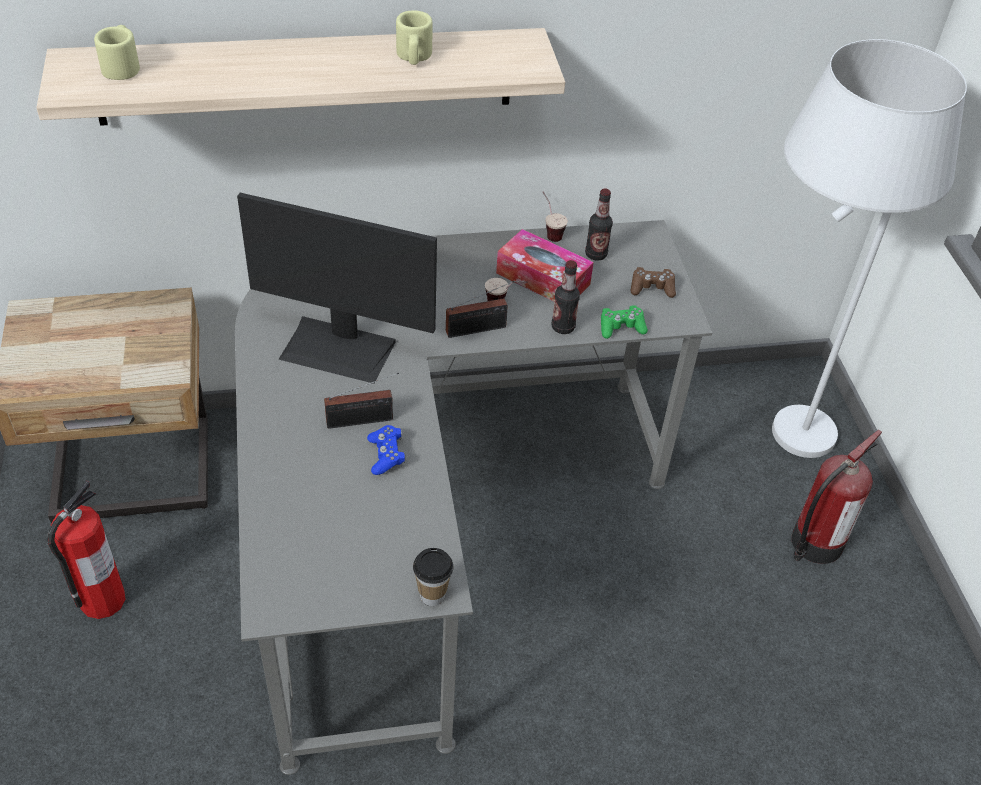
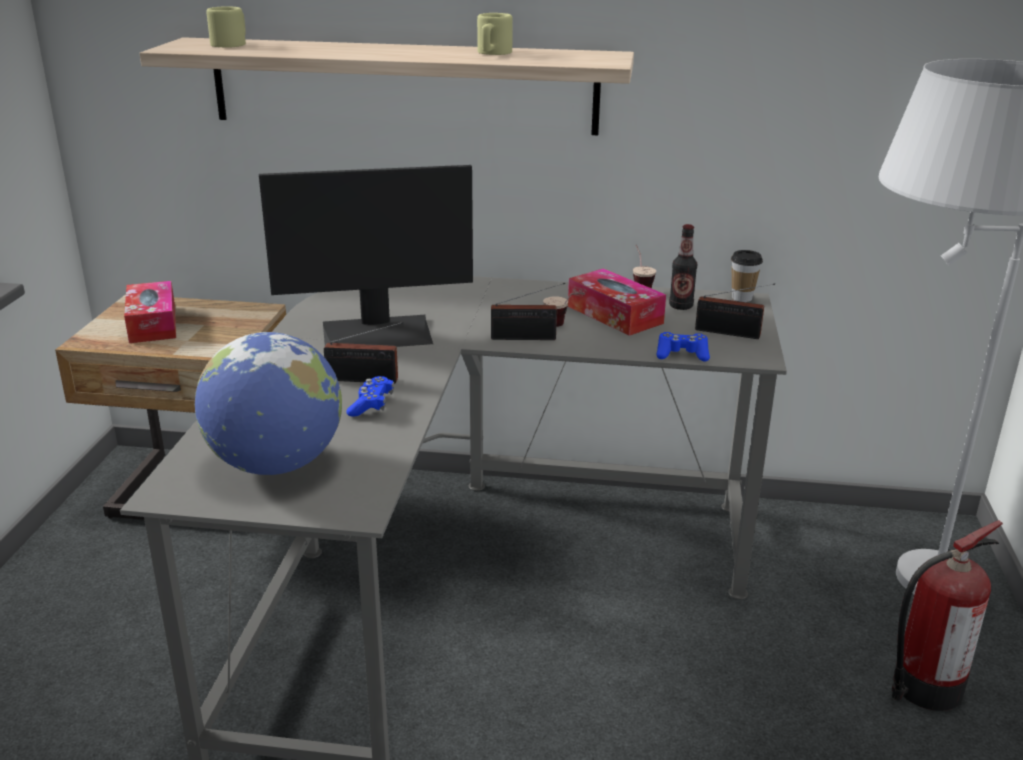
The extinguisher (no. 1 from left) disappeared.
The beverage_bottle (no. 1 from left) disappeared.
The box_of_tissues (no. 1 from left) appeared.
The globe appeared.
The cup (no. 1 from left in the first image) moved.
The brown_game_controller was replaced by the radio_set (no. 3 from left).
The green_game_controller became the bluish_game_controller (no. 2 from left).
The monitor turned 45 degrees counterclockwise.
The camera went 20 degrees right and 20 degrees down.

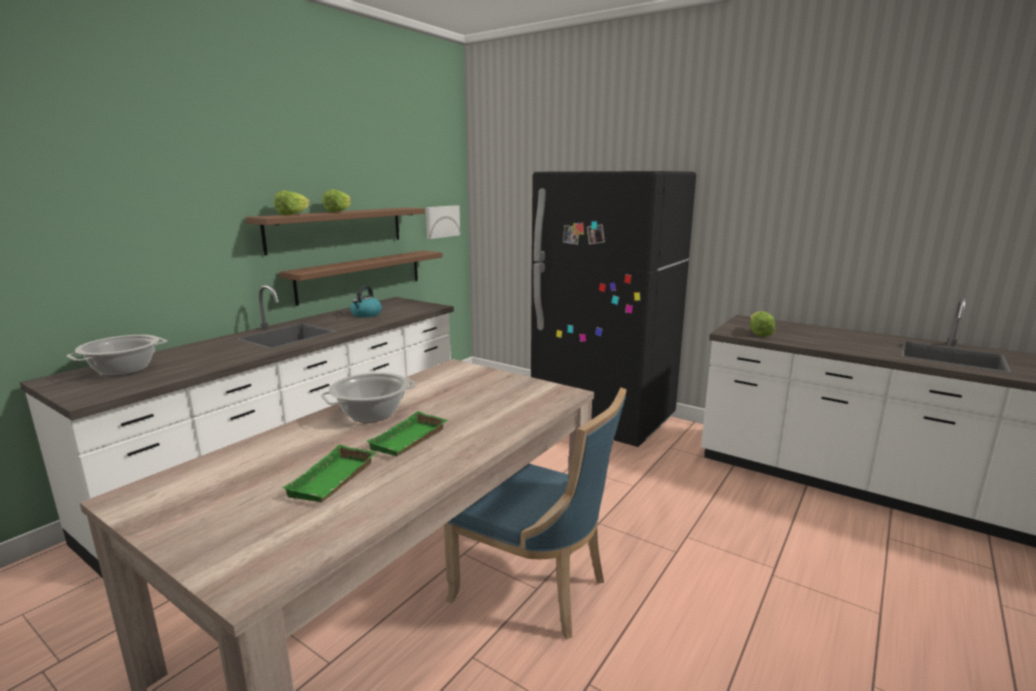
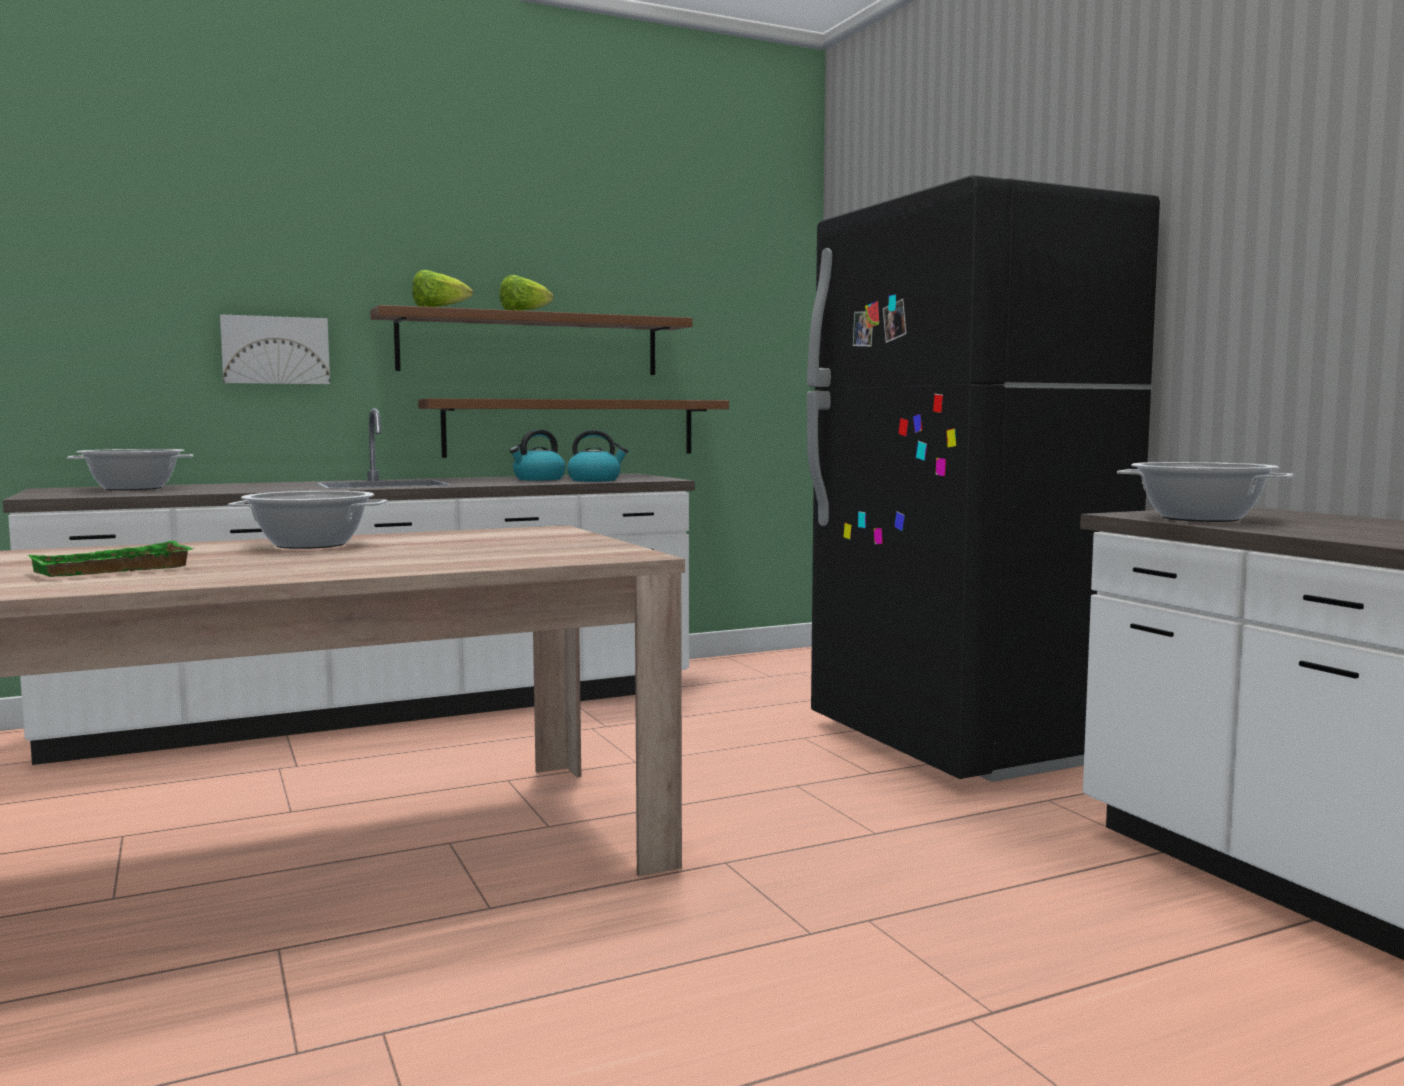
The green_tray (no. 2 from left) disappeared.
The bluish_plain_chair disappeared.
The tea_kettle (no. 2 from left) appeared.
The picture moved.
The lettuce_head (no. 3 from left) was replaced by the cooking_pot (no. 3 from left).
The camera went 30 degrees right and 10 degrees down.

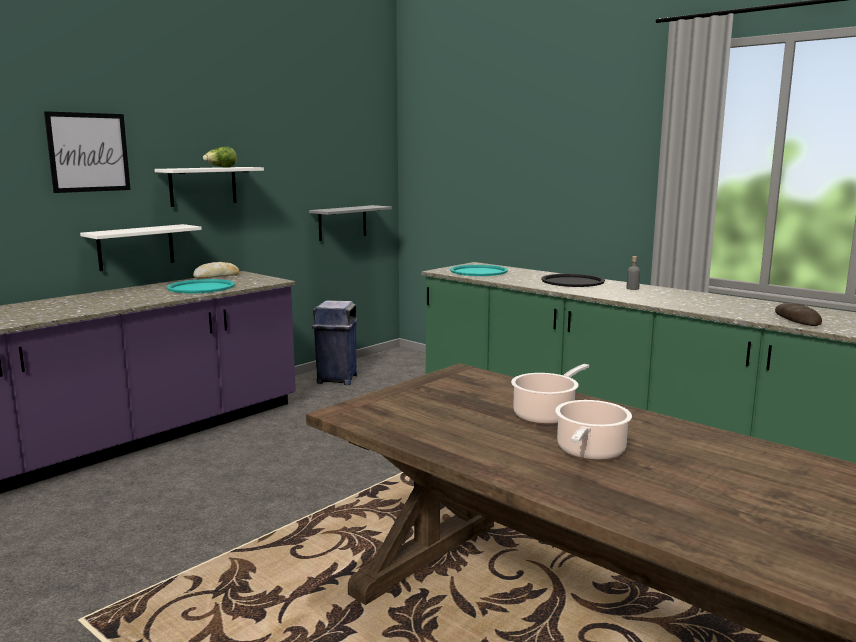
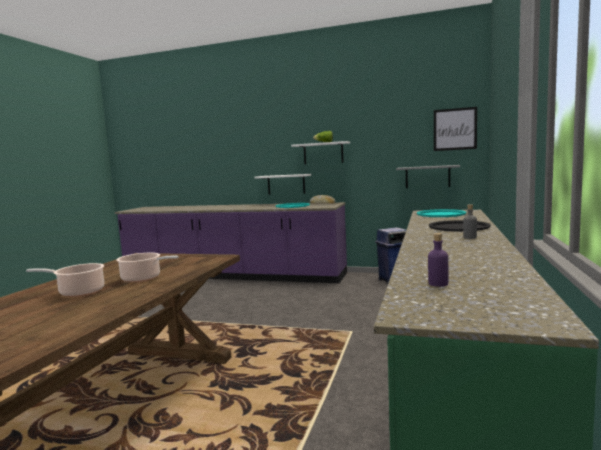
The picture moved.
The baked_bread (no. 2 from left) was replaced by the purple-coloured_beverage_bottle.
The camera went 65 degrees right and 5 degrees down.

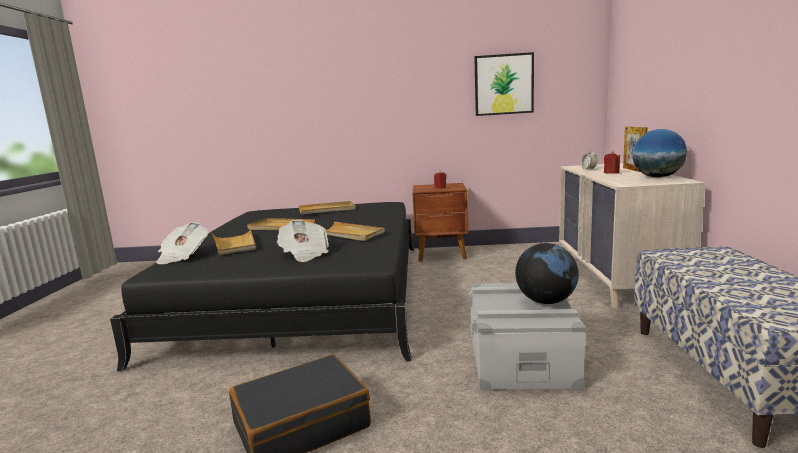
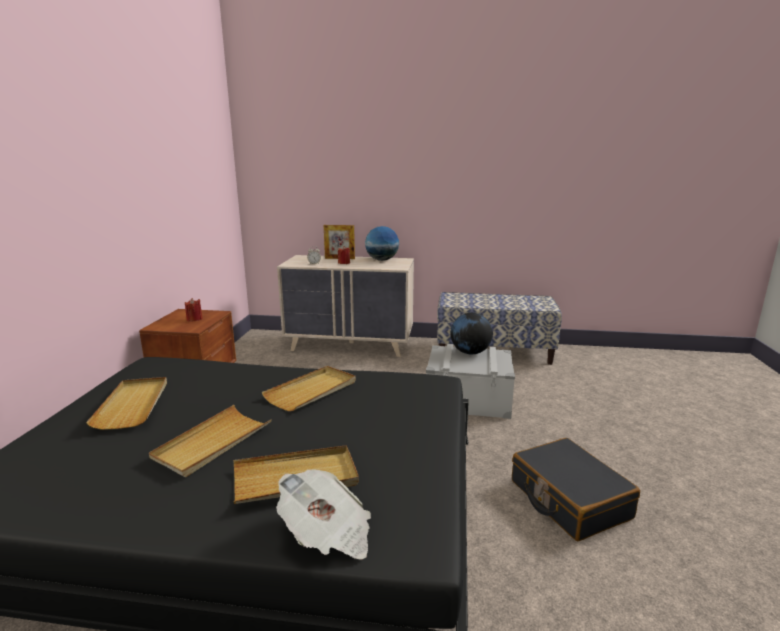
The daily_paper (no. 2 from left) disappeared.
The picture disappeared.
The camera went 85 degrees left and 5 degrees up.

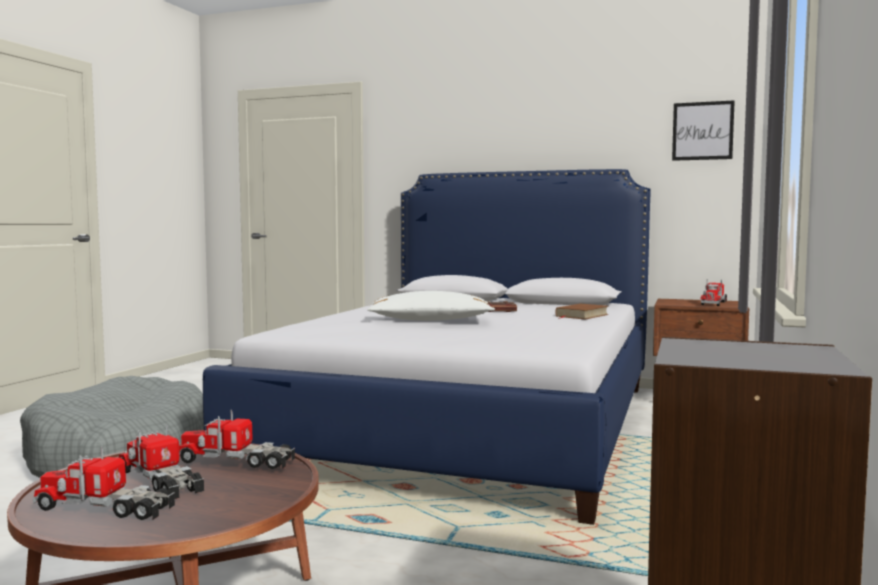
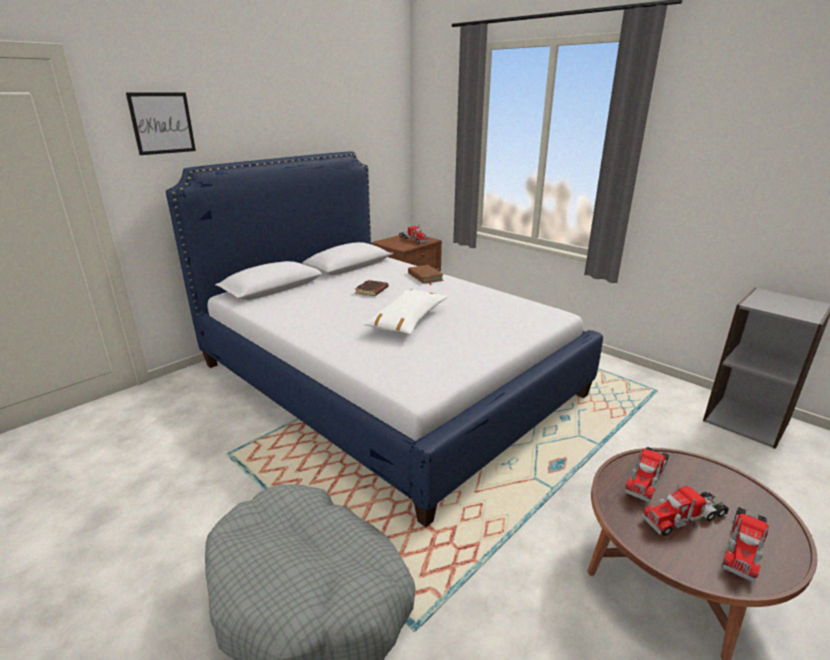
The picture moved.
The camera went 65 degrees left and 20 degrees up.

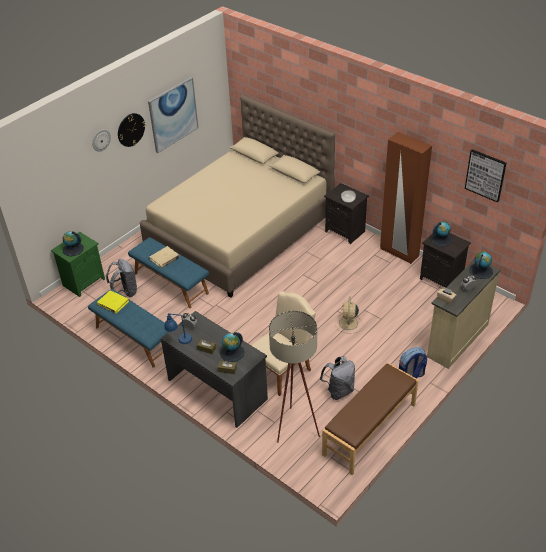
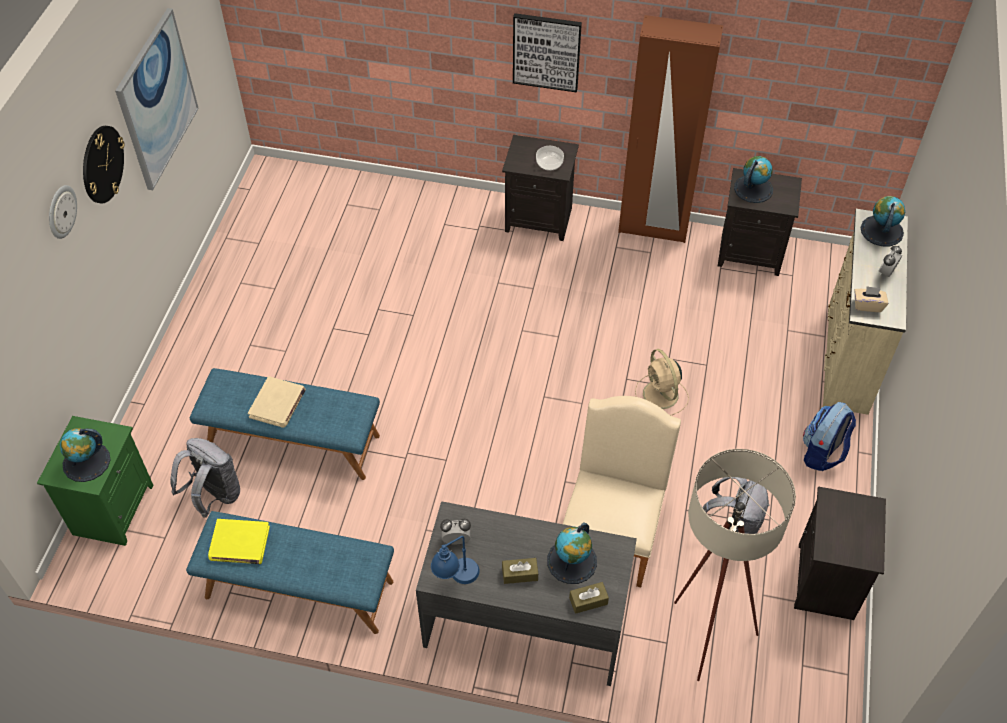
The beige_bedroom_bed disappeared.
The picture (no. 2 from left) moved.
The brown_bench was replaced by the black-coloured_night_table (no. 3 from left).
The camera went 30 degrees left and 10 degrees up.

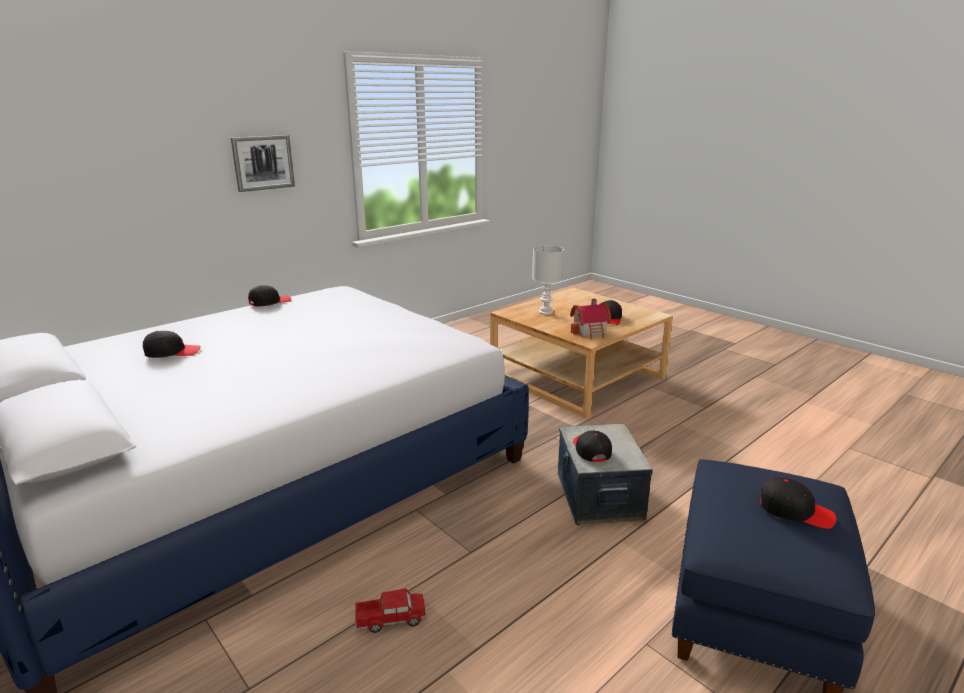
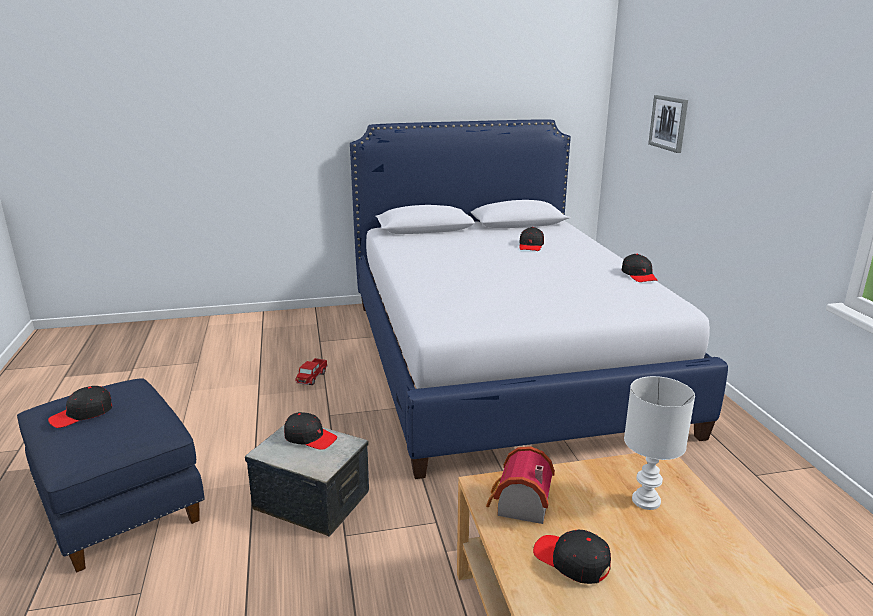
The picture moved.
The camera went 120 degrees right and 0 degrees up.

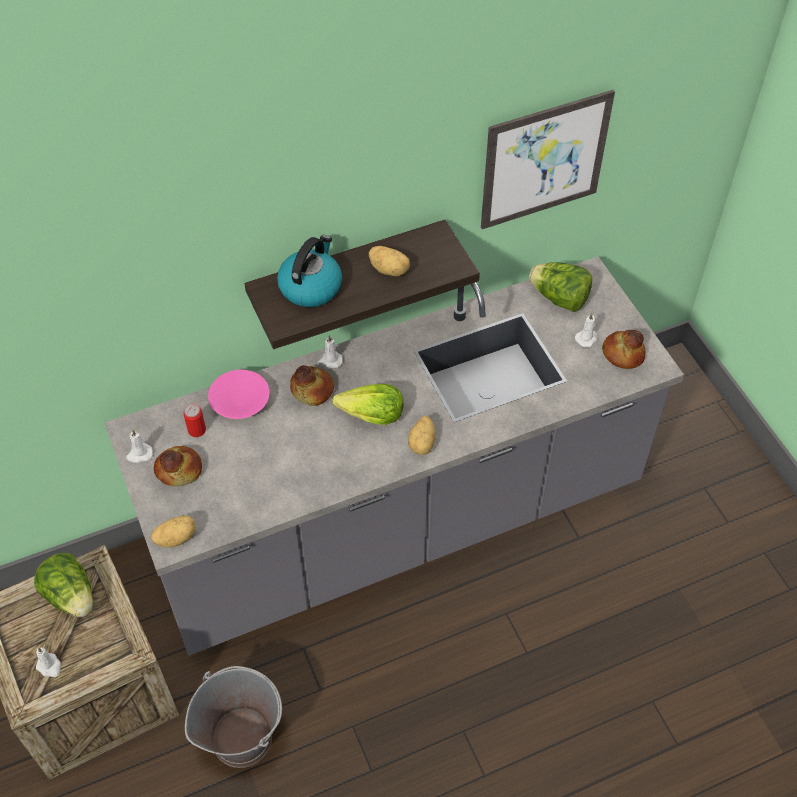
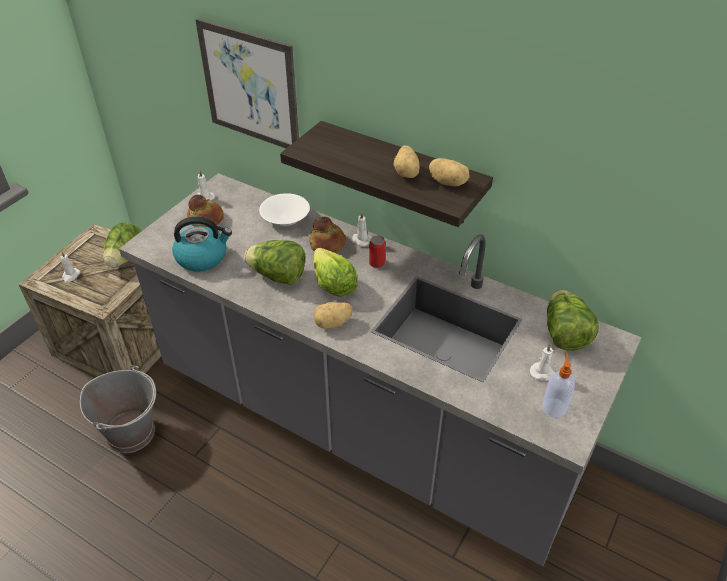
The lettuce_head (no. 2 from left) appeared.
The spud (no. 1 from left in the first image) moved.
The metal_can moved.
The tea_kettle moved.
The picture moved.
The baked_bread (no. 3 from left) was replaced by the soap_bottle.
The pinkish_deep_dish became the whitish_deep_dish.
The camera went 55 degrees right and 10 degrees down.

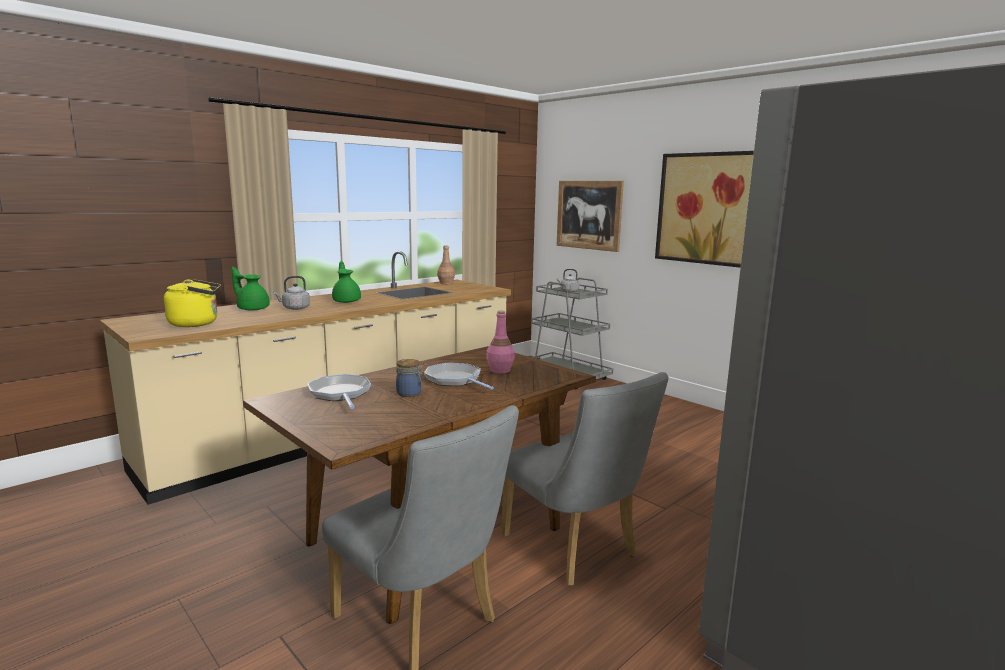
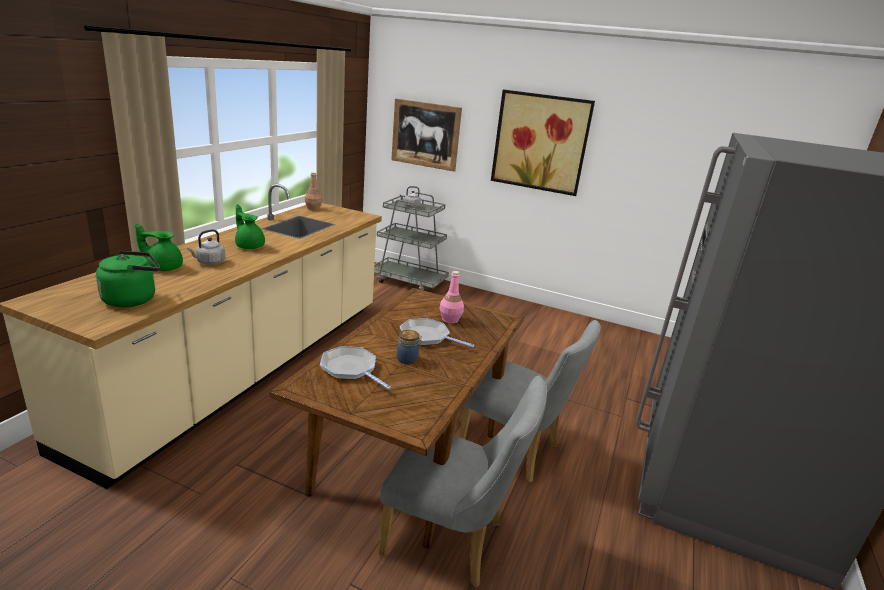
The yellow-coloured_tea_kettle became the green_tea_kettle.
The camera went 25 degrees left and 10 degrees up.

